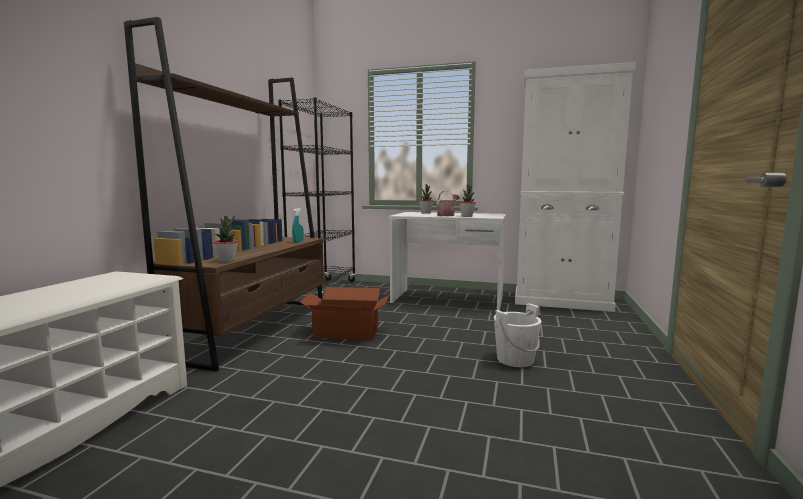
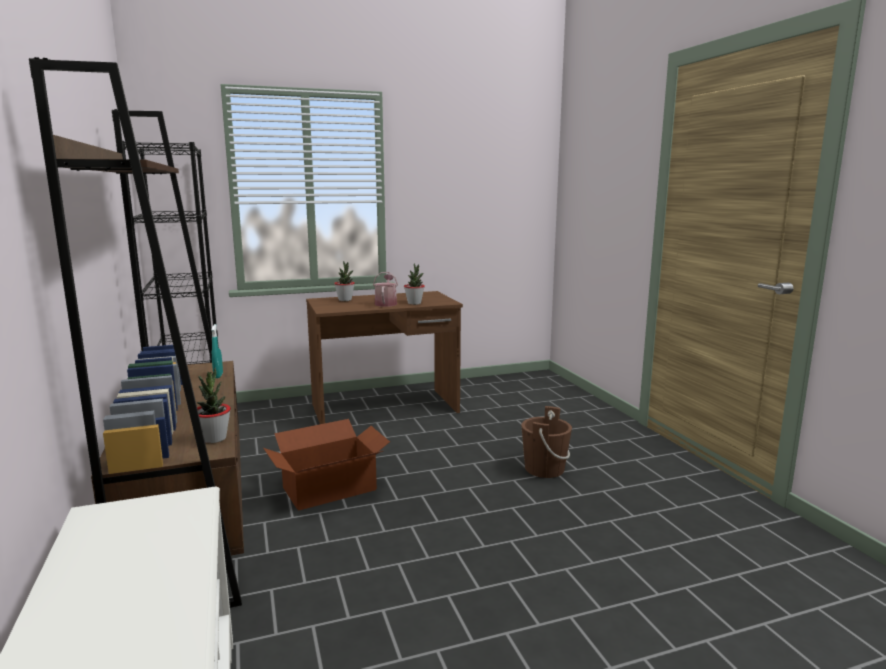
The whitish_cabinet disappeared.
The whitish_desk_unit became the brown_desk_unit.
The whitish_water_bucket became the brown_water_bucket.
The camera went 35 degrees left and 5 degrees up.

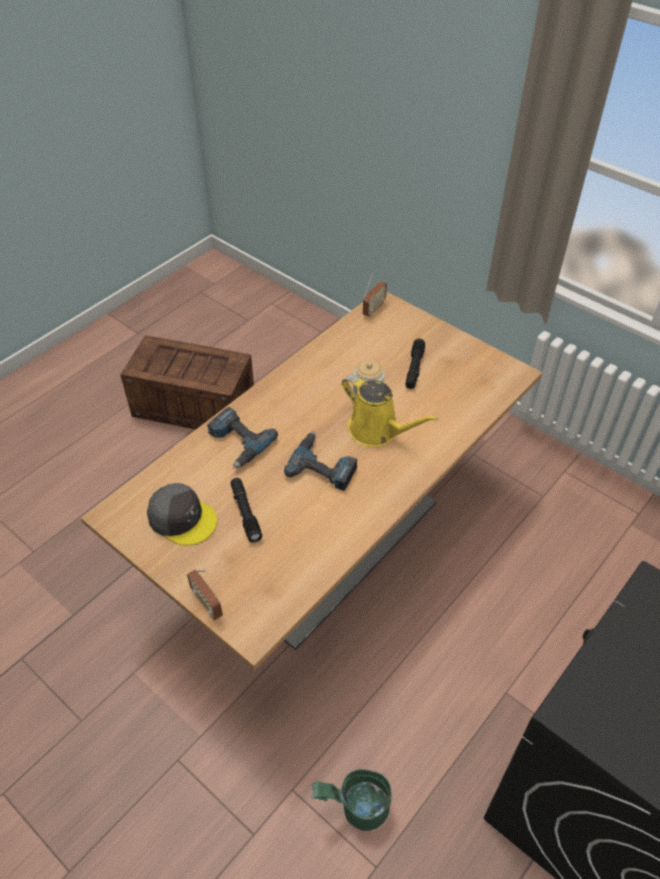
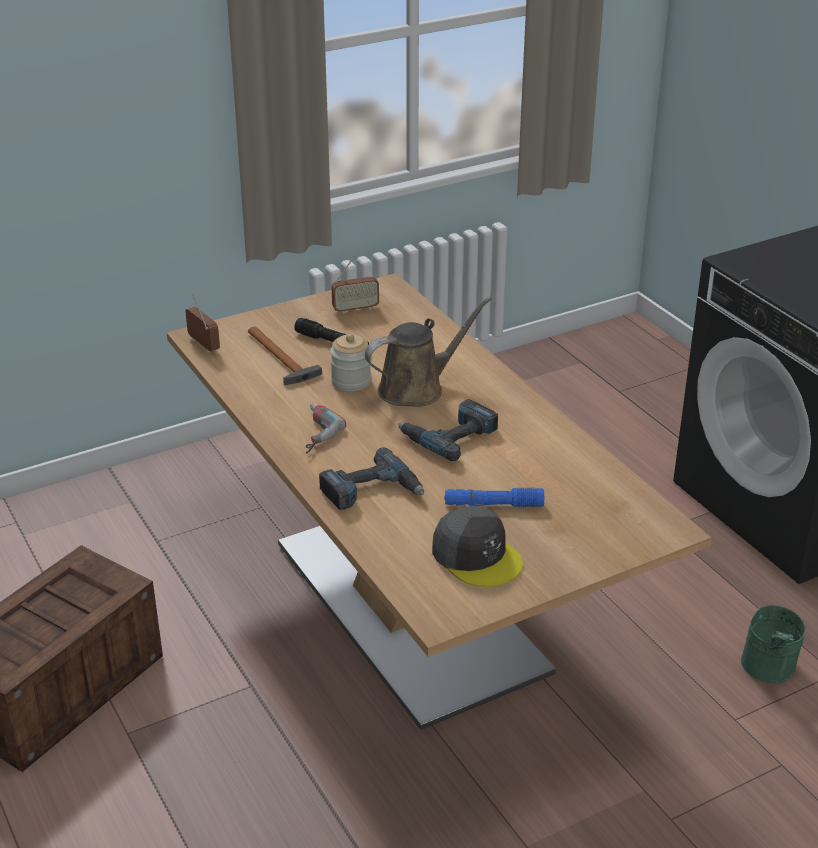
The hand_hammer appeared.
The electric_drill (no. 1 from left) appeared.
The radio_set (no. 1 from left in the first image) moved.
The black-coloured_flashlight (no. 1 from left) became the bluish_flashlight.
The yellow-coloured_watering_can became the brown_watering_can.
The gray_baseball_cap turned 90 degrees clockwise.
The camera went 70 degrees left and 15 degrees down.

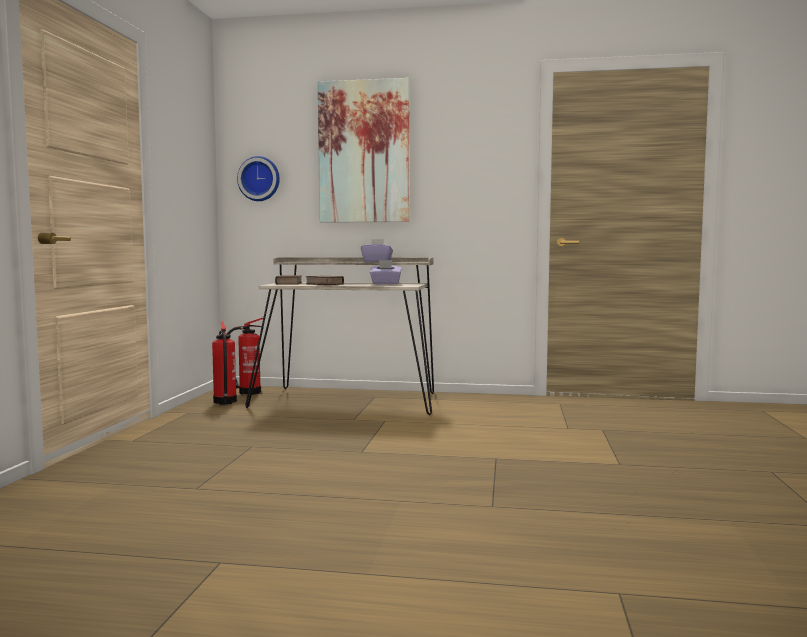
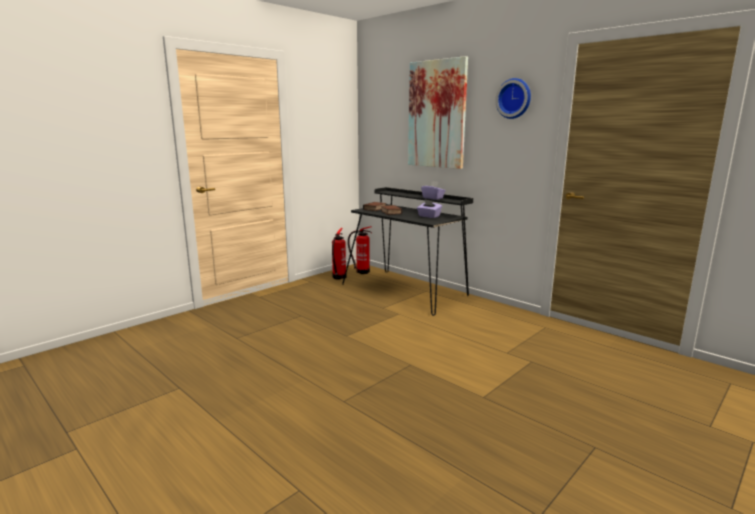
The hanging_clock moved.
The beige_desk_unit became the black-coloured_desk_unit.
The camera went 35 degrees right and 10 degrees up.

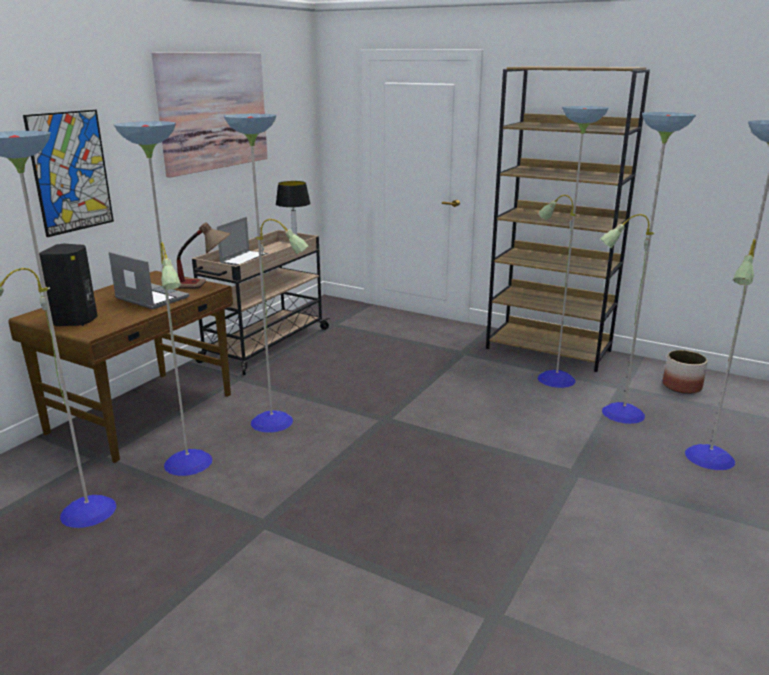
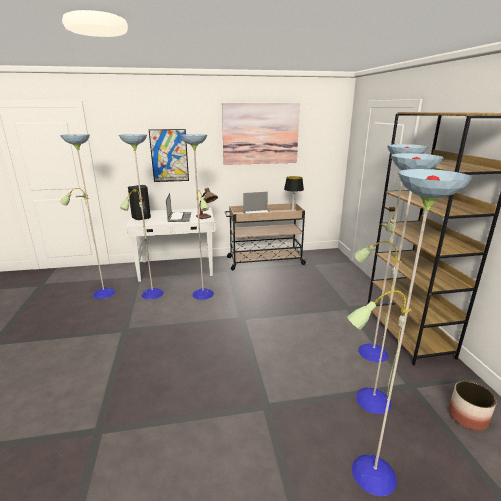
The brown_desk_unit became the whitish_desk_unit.
The camera went 50 degrees right and 0 degrees up.

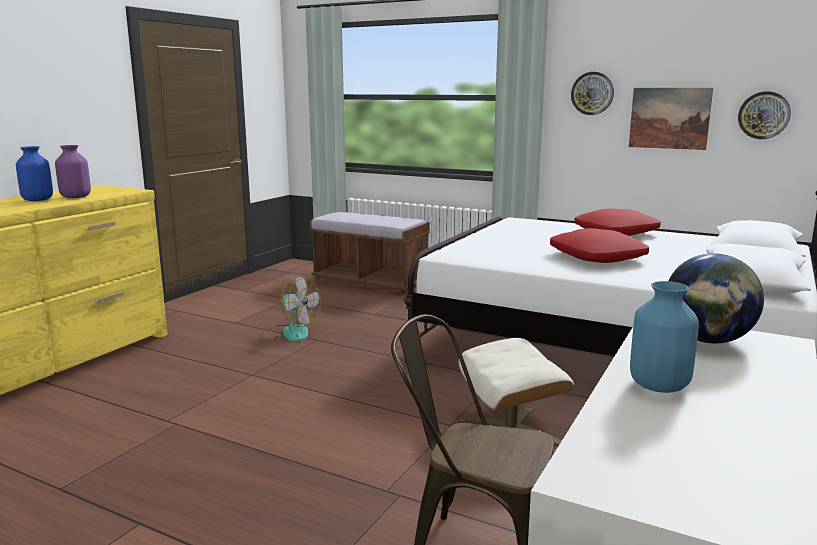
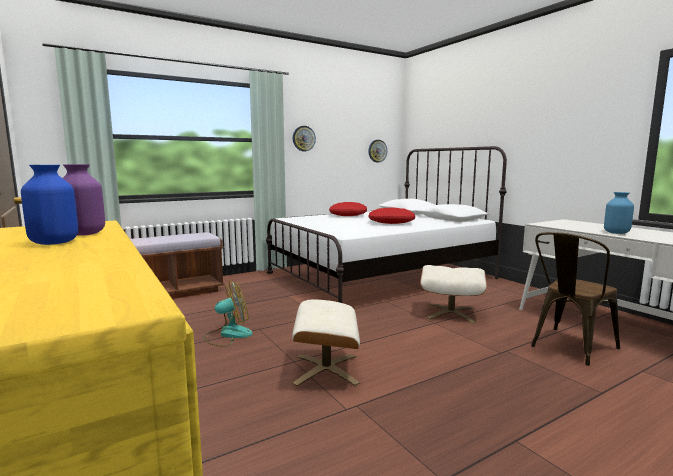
The picture disappeared.
The globe disappeared.
The beige_footrest (no. 1 from left) appeared.
The camera went 60 degrees left and 5 degrees down.

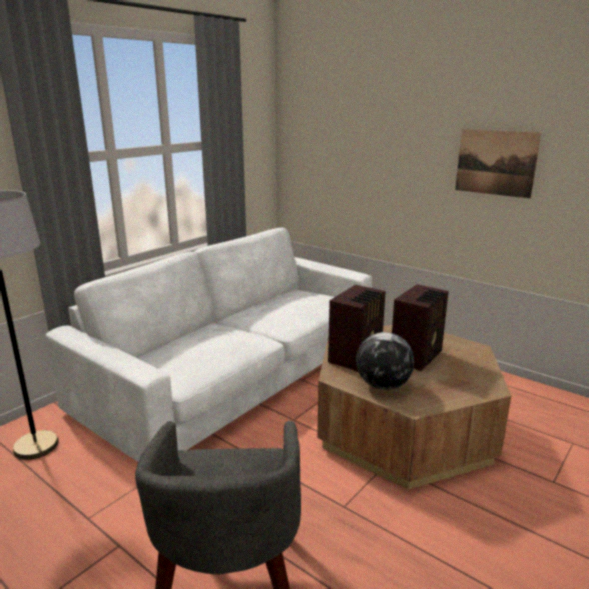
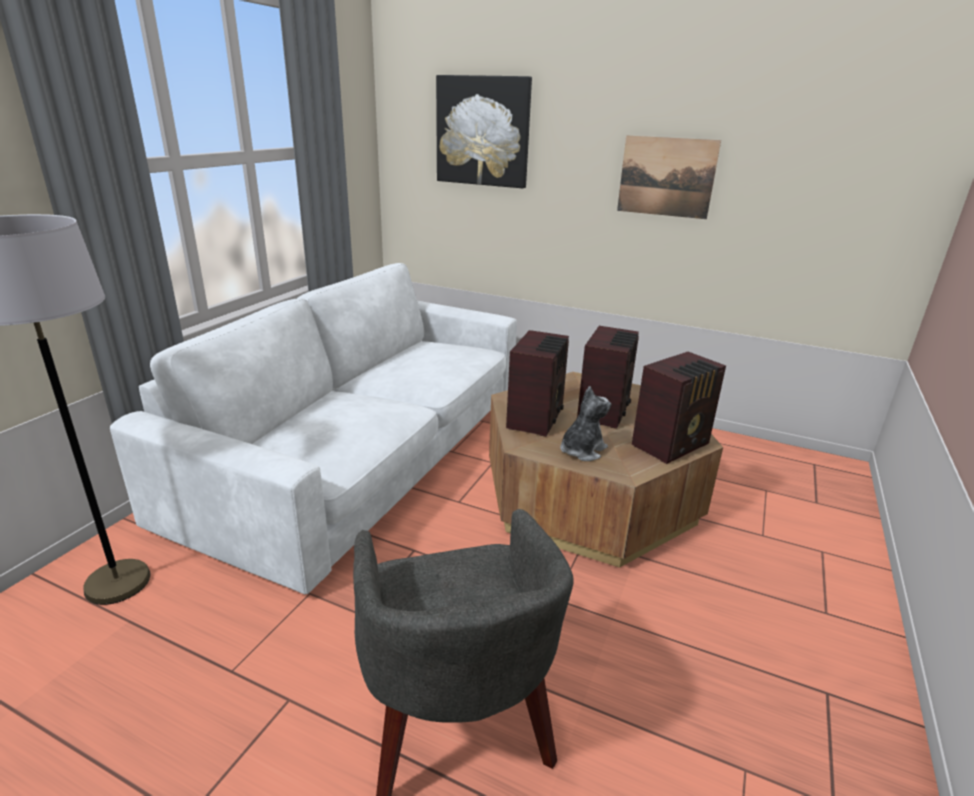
The picture (no. 1 from left) appeared.
The radio_set (no. 3 from left) appeared.
The globe was replaced by the soft_toy.
The camera went 15 degrees left and 5 degrees up.

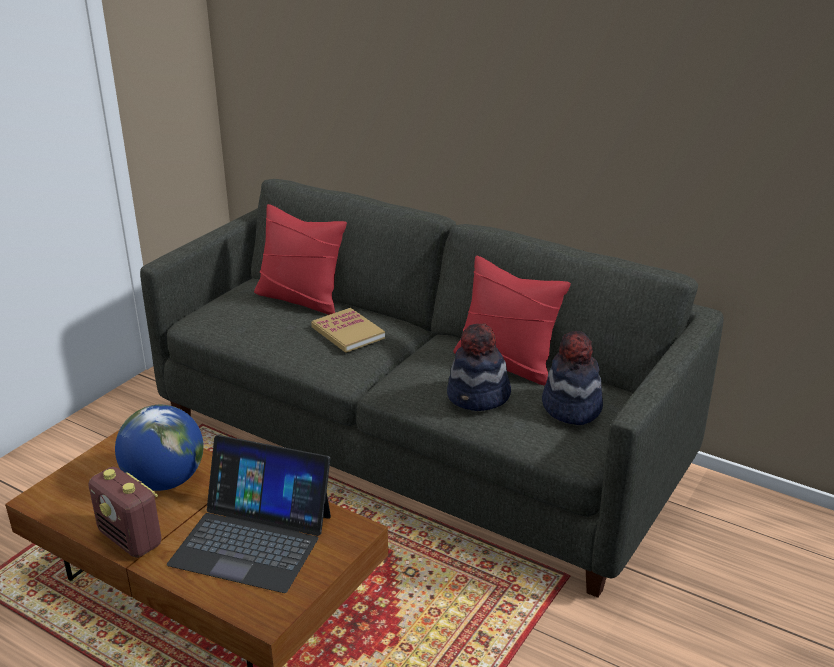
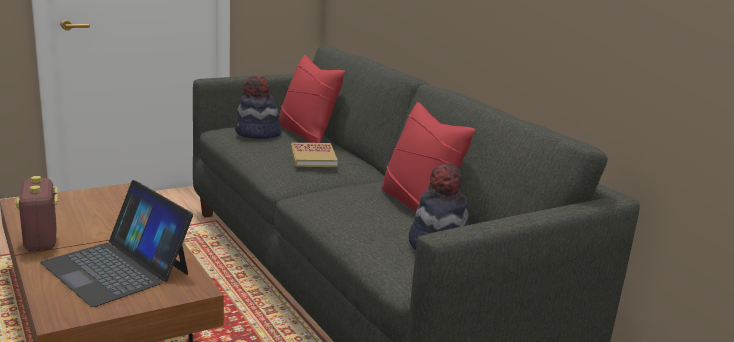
The globe disappeared.
The clothing_hat (no. 1 from left) moved.
The camera went 25 degrees right and 10 degrees down.

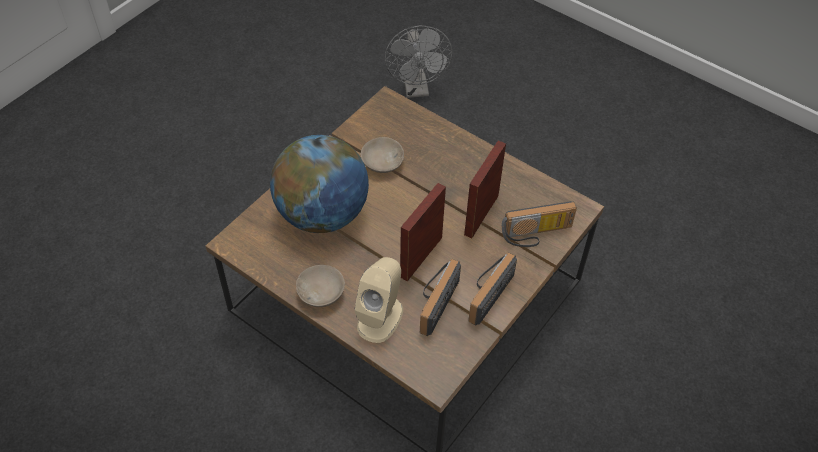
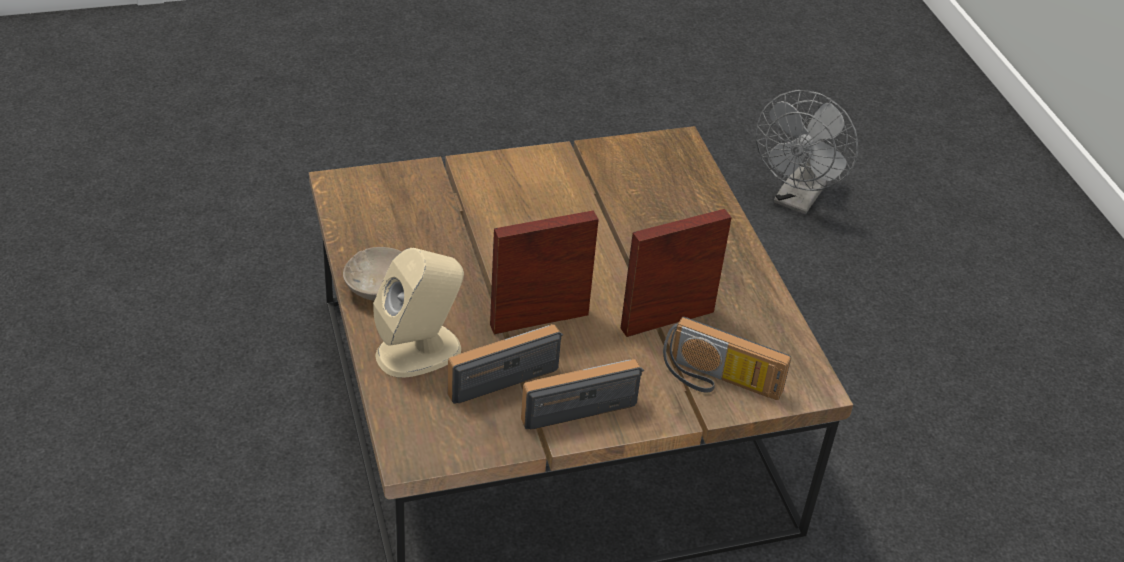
The globe disappeared.
The beige_deep_dish (no. 2 from left) disappeared.
The camera went 35 degrees right and 10 degrees down.

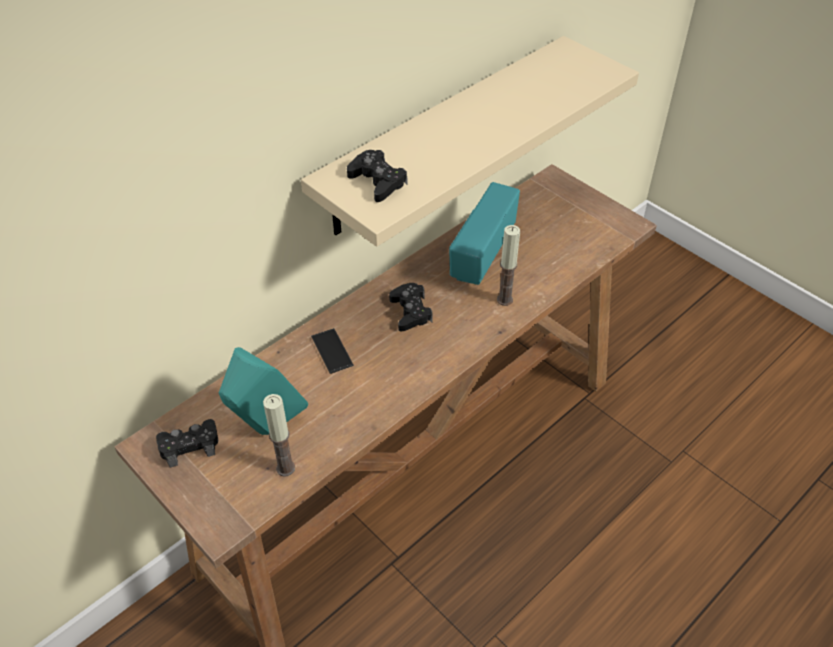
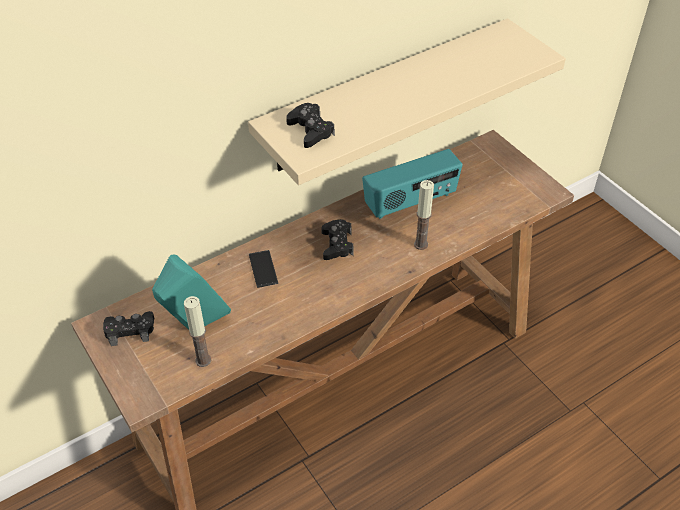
The radio_set turned 150 degrees counterclockwise.
The camera went 10 degrees right and 0 degrees up.

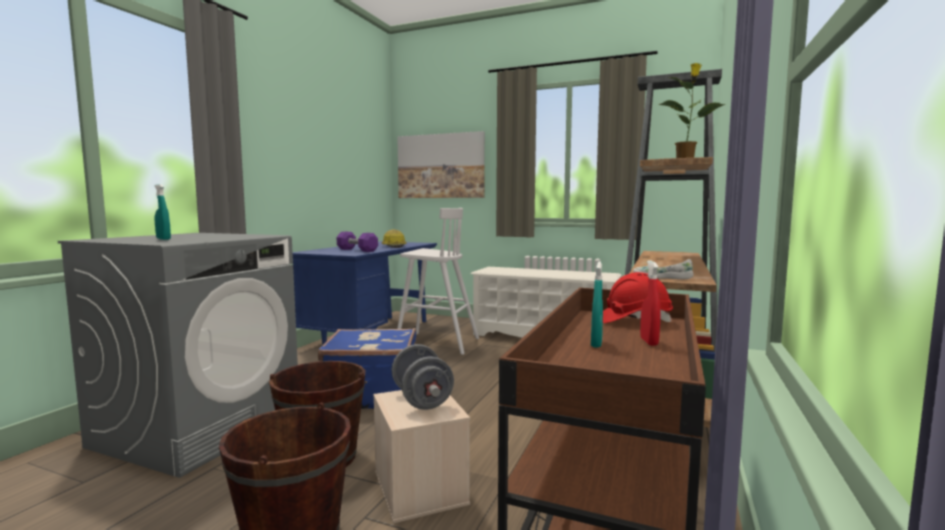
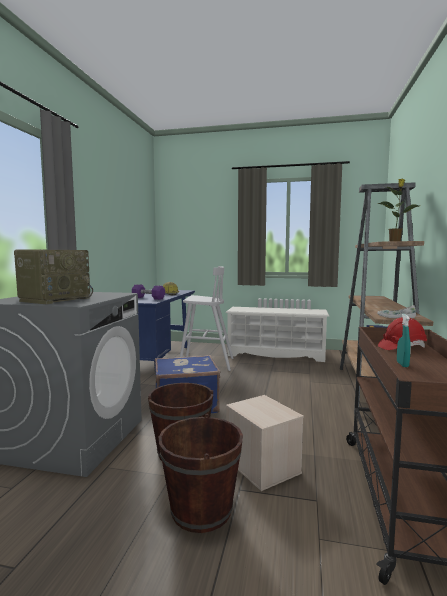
The gray_dumbbell disappeared.
The picture disappeared.
The reddish_hand_sprayer disappeared.
The blue-green_hand_sprayer (no. 1 from left) was replaced by the radio_set.
The camera went 10 degrees left and 0 degrees up.

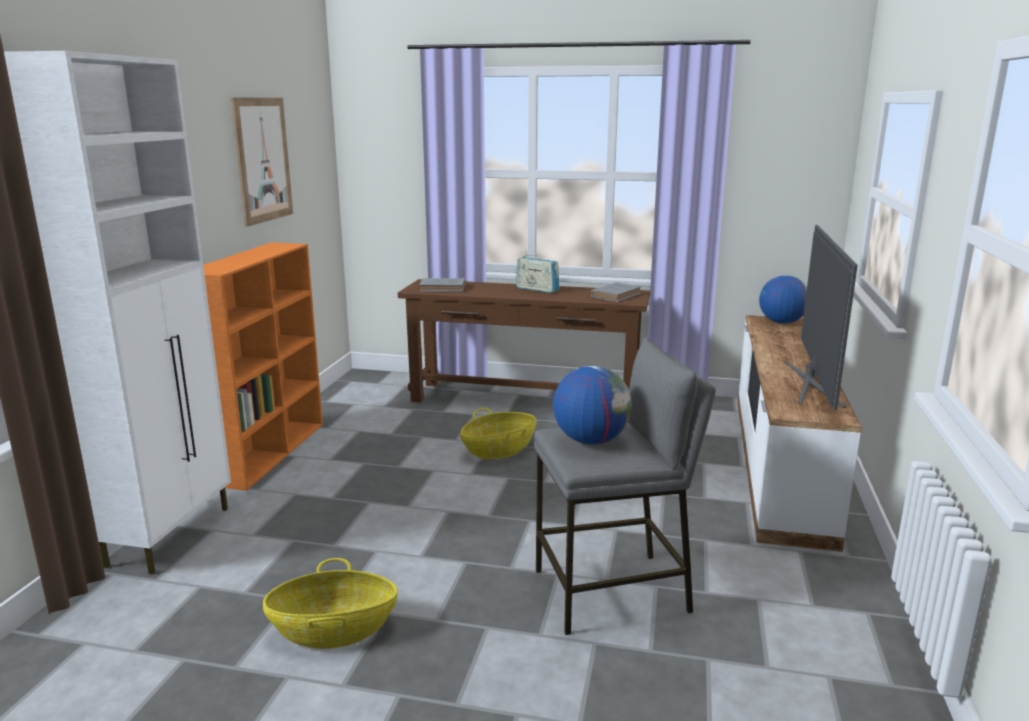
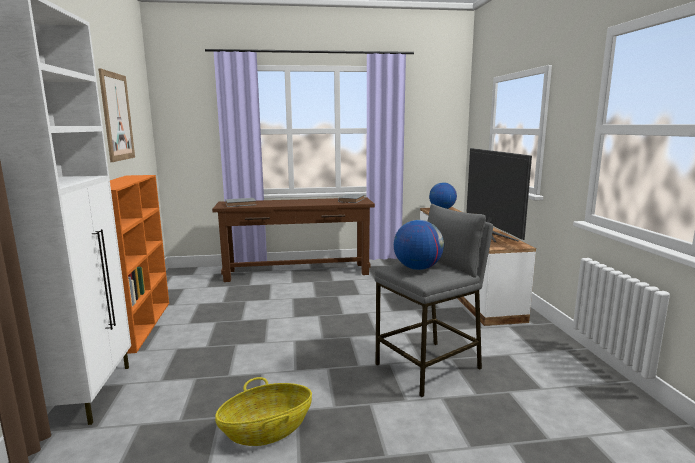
The household_basket (no. 2 from left) disappeared.
The radio_set disappeared.
The camera went 20 degrees left and 5 degrees down.

